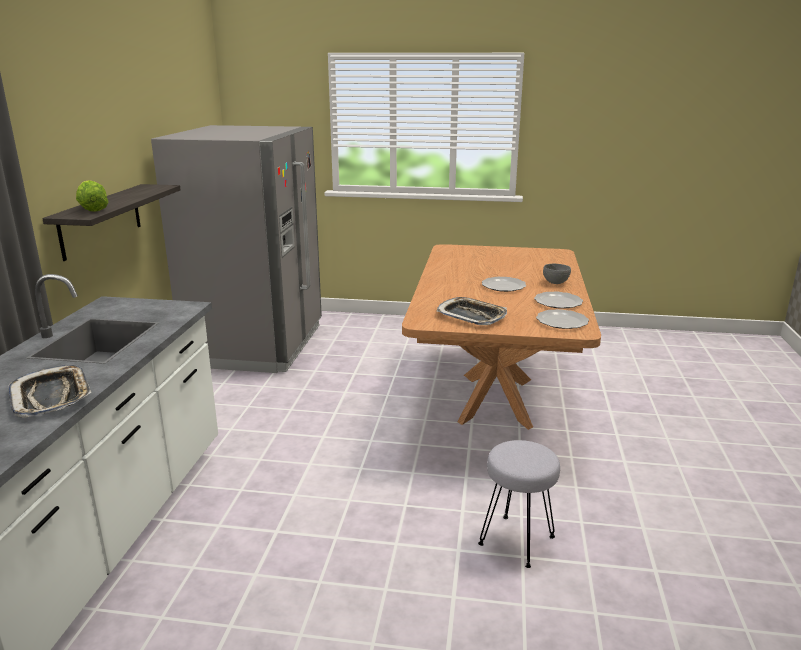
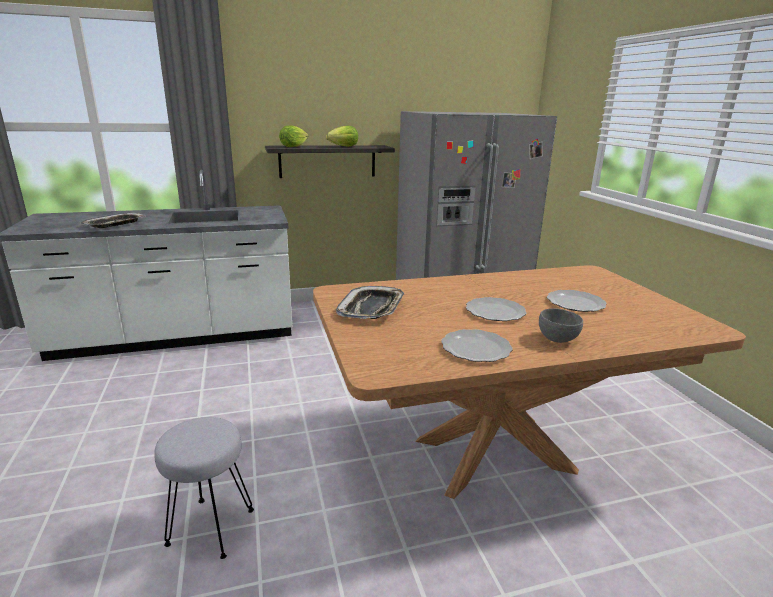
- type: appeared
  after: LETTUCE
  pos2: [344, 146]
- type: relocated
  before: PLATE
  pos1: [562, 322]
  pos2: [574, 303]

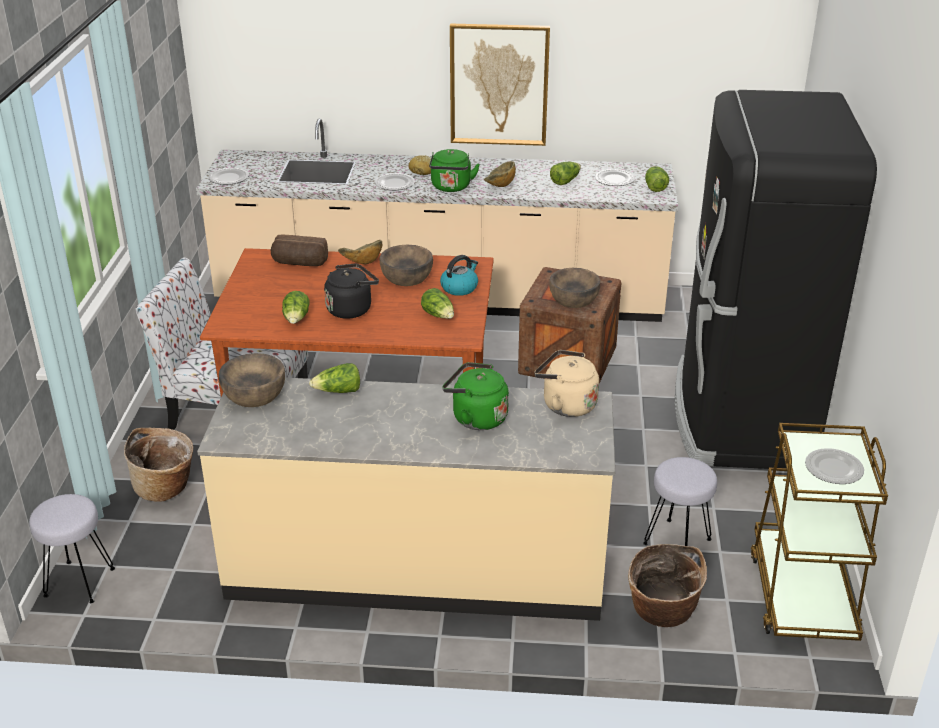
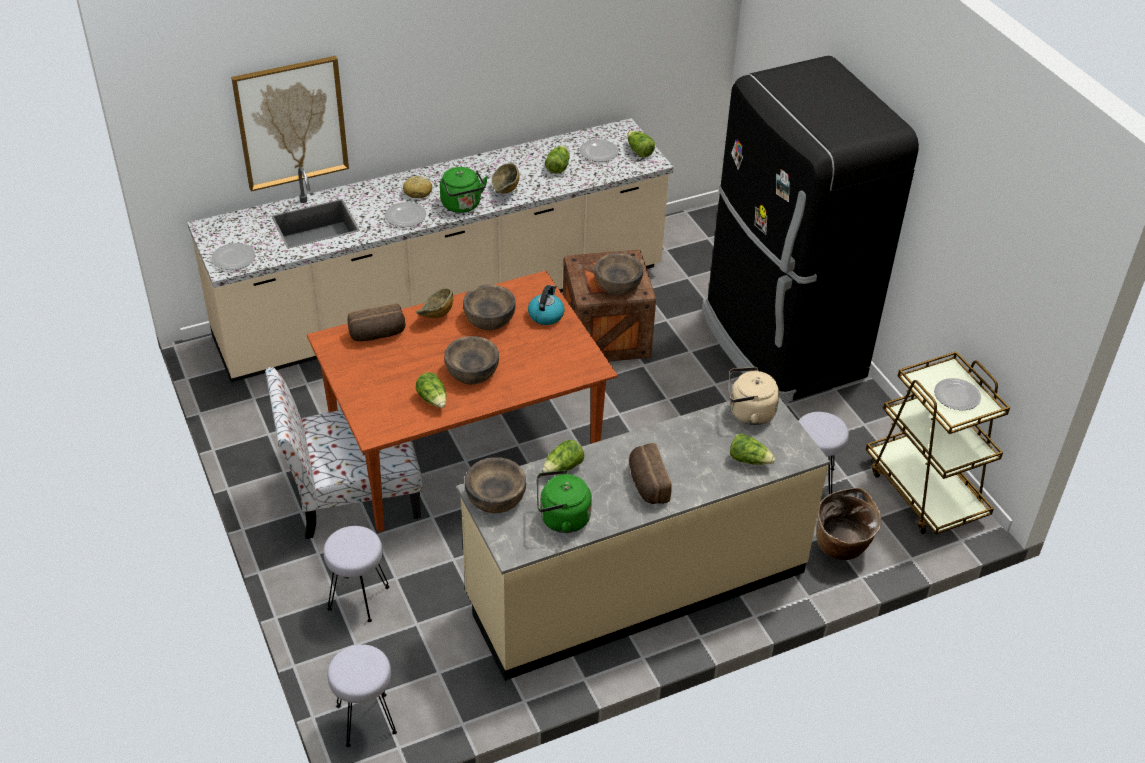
- type: relocated
  before: PICTURE
  pos1: [499, 85]
  pos2: [291, 123]
- type: exchanged
  before: BASKET
  after: GREY STOOL
  pos1: [165, 487]
  pos2: [359, 599]
- type: exchanged
  before: BLACK KETTLE
  after: BROWN BOWL
  pos1: [351, 309]
  pos2: [472, 371]
- type: relocated
  before: GREEN KETTLE
  pos1: [476, 418]
  pos2: [561, 519]
- type: appeared
  after: BREAD
  pos2: [646, 484]
- type: relocated
  before: LETTUCE
  pos1: [439, 315]
  pos2: [749, 459]

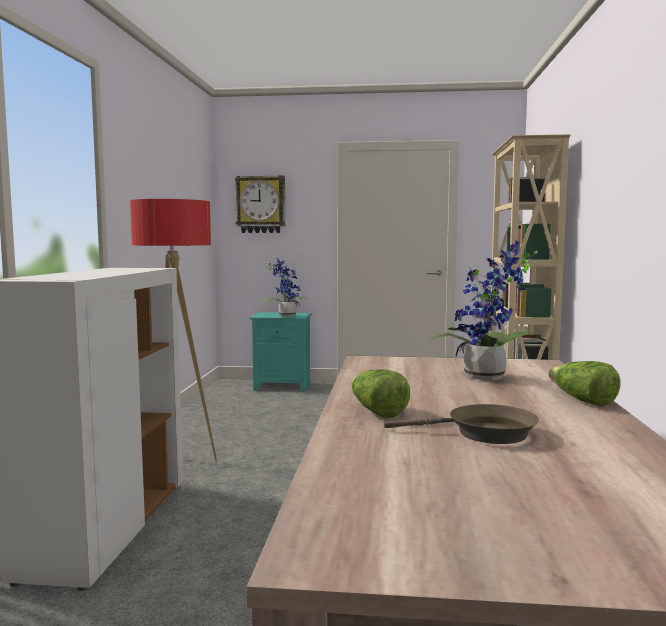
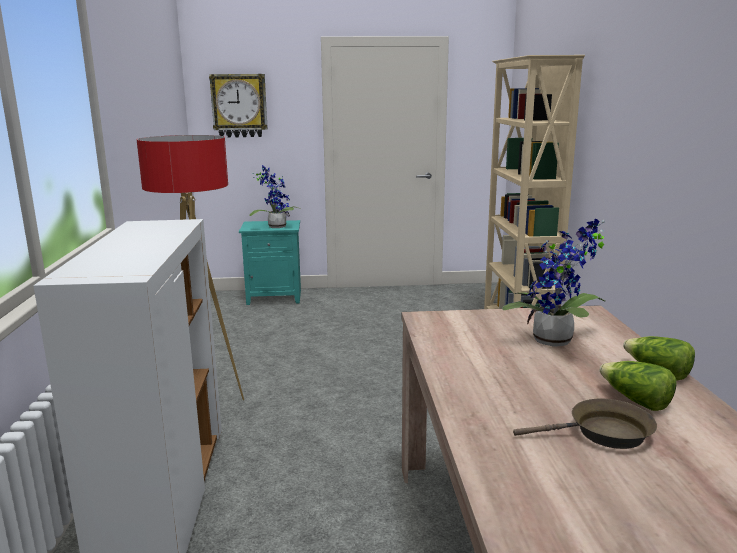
- type: relocated
  before: LETTUCE
  pos1: [376, 411]
  pos2: [635, 401]

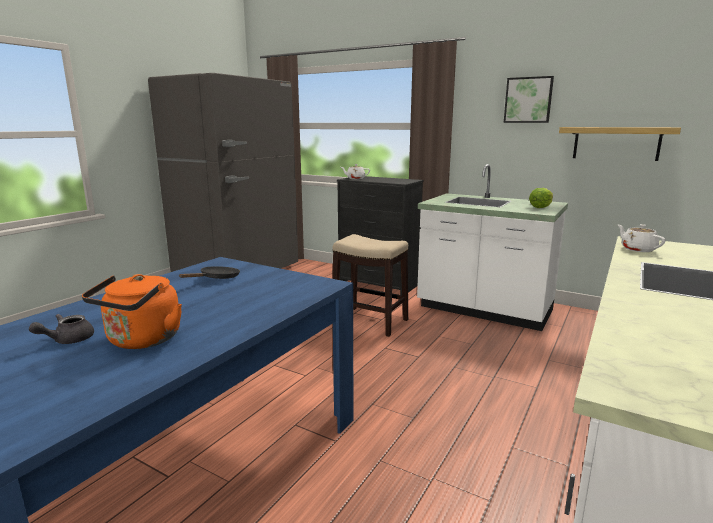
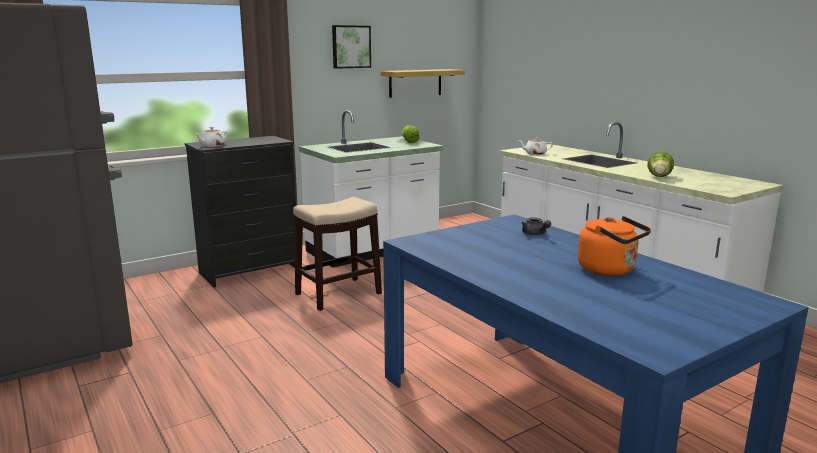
- type: relocated
  before: GREY TEAPOT
  pos1: [67, 340]
  pos2: [535, 234]
- type: appeared
  after: LETTUCE
  pos2: [659, 177]
- type: missing
  before: BLACK FRYING PAN
  pos1: [217, 279]

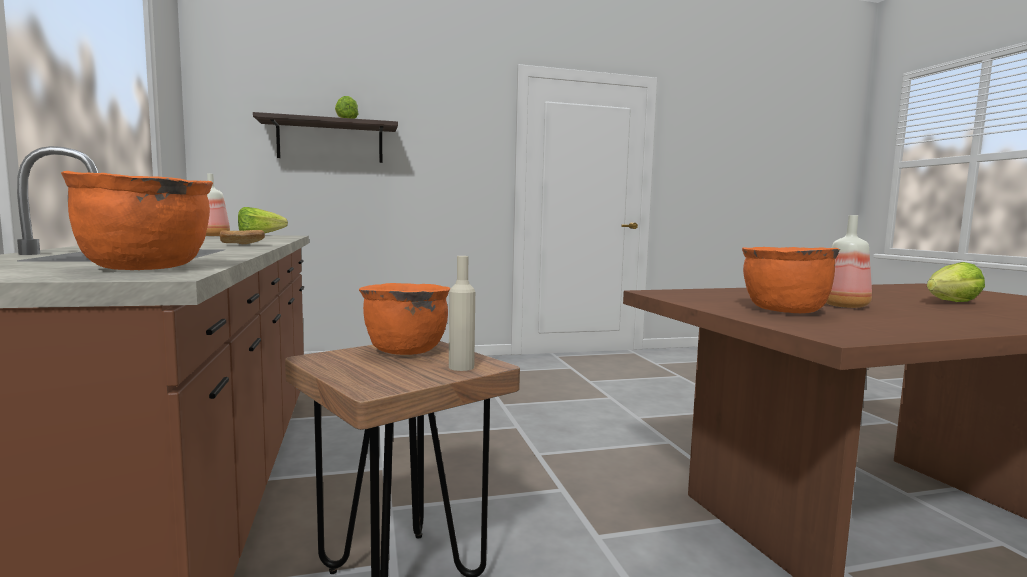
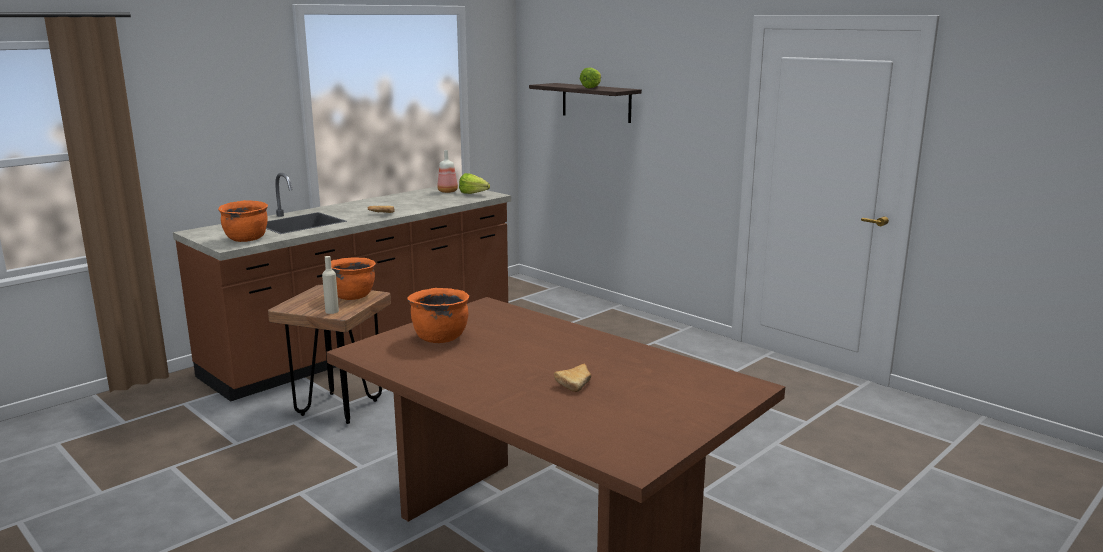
- type: exchanged
  before: LETTUCE
  after: BREAD
  pos1: [945, 303]
  pos2: [576, 383]
- type: missing
  before: BOTTLE
  pos1: [846, 306]

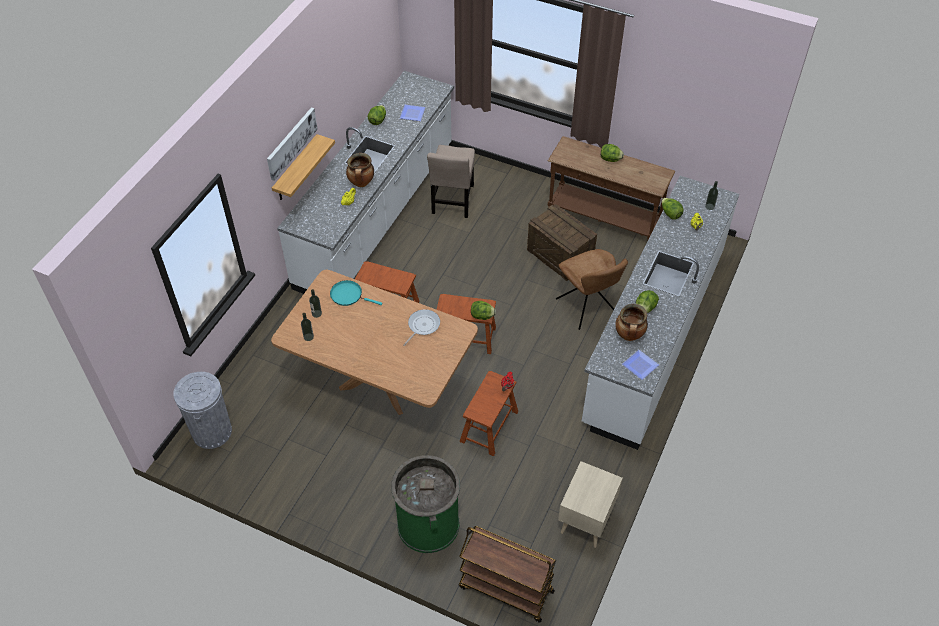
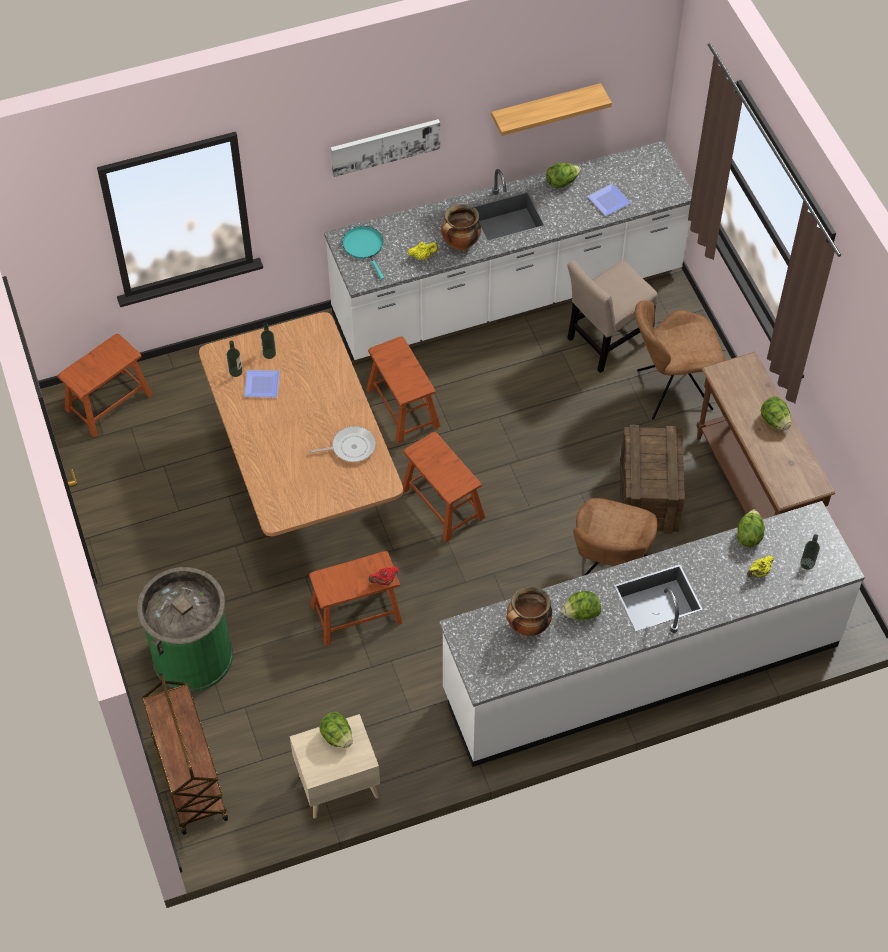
- type: exchanged
  before: GREY TRASH CAN
  after: BROWN STOOL
  pos1: [212, 431]
  pos2: [108, 402]
- type: relocated
  before: PLATE
  pos1: [638, 365]
  pos2: [261, 384]
- type: relocated
  before: LETTUCE
  pos1: [482, 316]
  pos2: [337, 736]
- type: relocated
  before: TURQUOISE FRYING PAN
  pos1: [348, 295]
  pos2: [364, 247]
- type: relocated
  before: SHELF
  pos1: [296, 169]
  pos2: [545, 109]
- type: appeared
  after: BROWN CHAIR
  pos2: [671, 390]

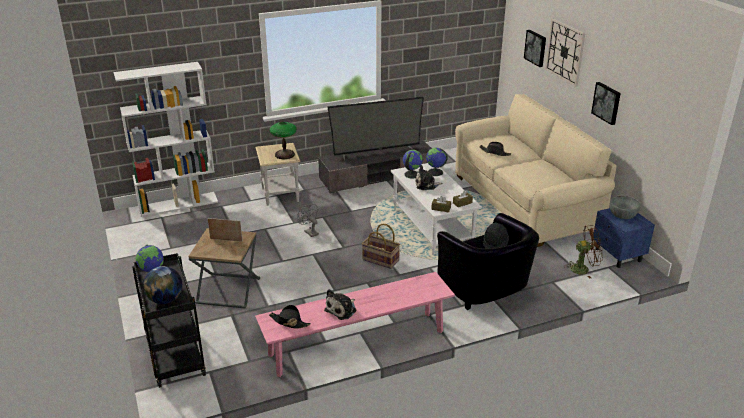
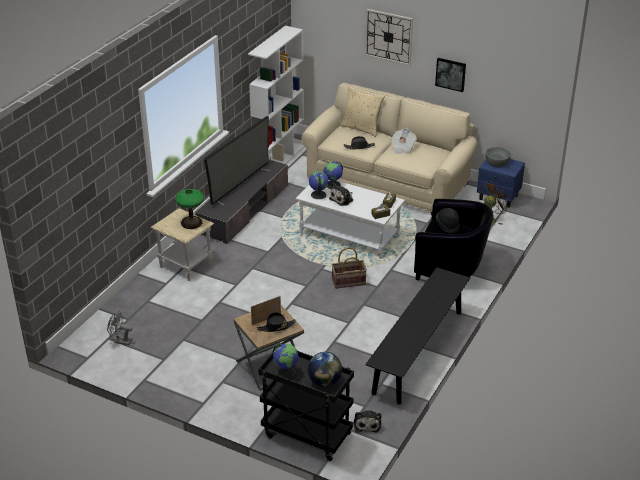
- type: relocated
  before: GREY FAN
  pos1: [309, 232]
  pos2: [120, 341]
- type: relocated
  before: WHITE BOOKCASE
  pos1: [178, 204]
  pos2: [278, 159]
- type: relocated
  before: BLACK HAT
  pos1: [289, 322]
  pos2: [276, 327]
- type: appeared
  after: BEIGE PILLOW
  pos2: [361, 128]
- type: relocated
  before: PLUSH TOY
  pos1: [342, 310]
  pos2: [367, 424]
- type: colour
  before: PINK BENCH
  after: BLACK BENCH
  pos1: [357, 343]
  pos2: [418, 351]
- type: appeared
  after: NEWSPAPER
  pos2: [402, 148]
- type: missing
  before: PICTURE
  pos1: [536, 48]

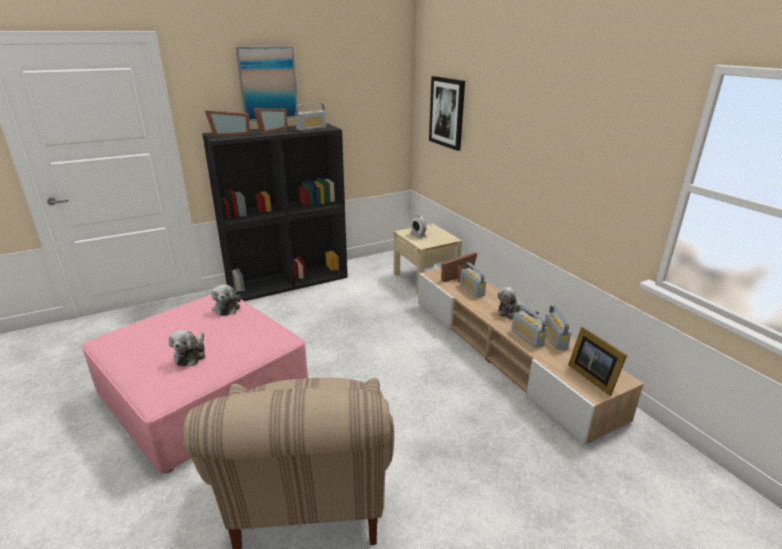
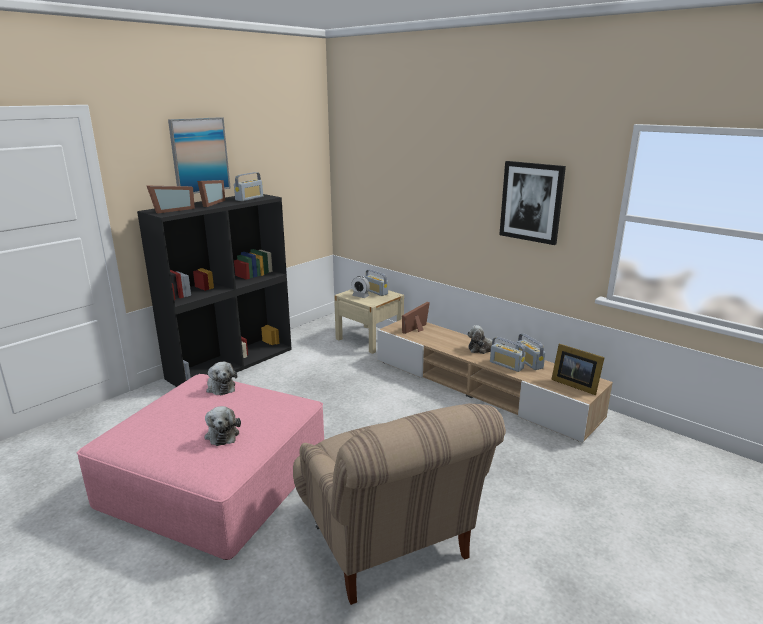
- type: relocated
  before: RADIO
  pos1: [472, 290]
  pos2: [376, 292]
- type: relocated
  before: PICTURE
  pos1: [447, 112]
  pos2: [531, 202]

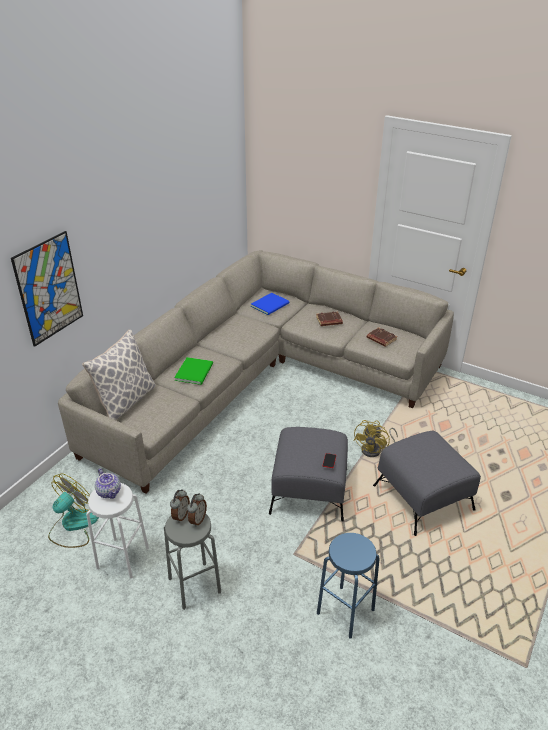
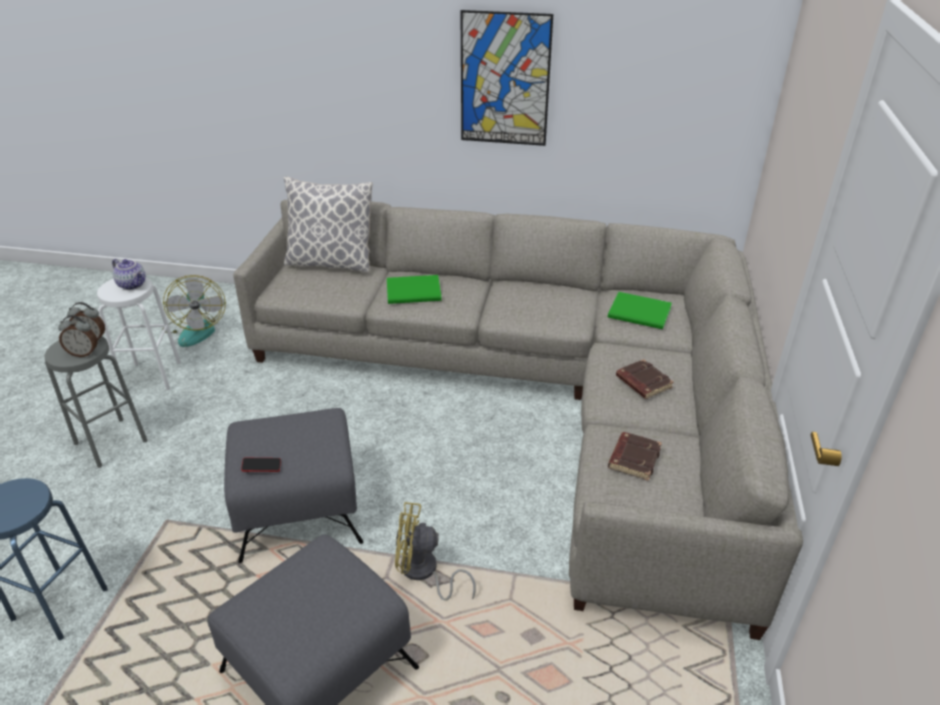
- type: spun
  before: TEAPOT
  pos1: [109, 492]
  pos2: [133, 284]
  turn: -90
- type: spun
  before: FAN
  pos1: [73, 526]
  pos2: [196, 329]
  turn: 60
- type: relocated
  before: PICTURE
  pos1: [49, 289]
  pos2: [505, 80]
- type: colour
  before: BLUE BOOK
  after: GREEN BOOK
  pos1: [271, 305]
  pos2: [641, 313]

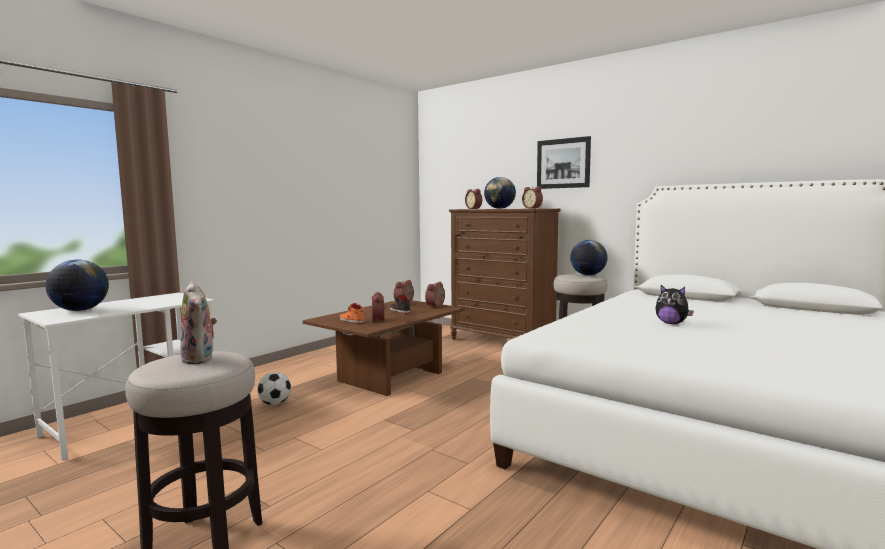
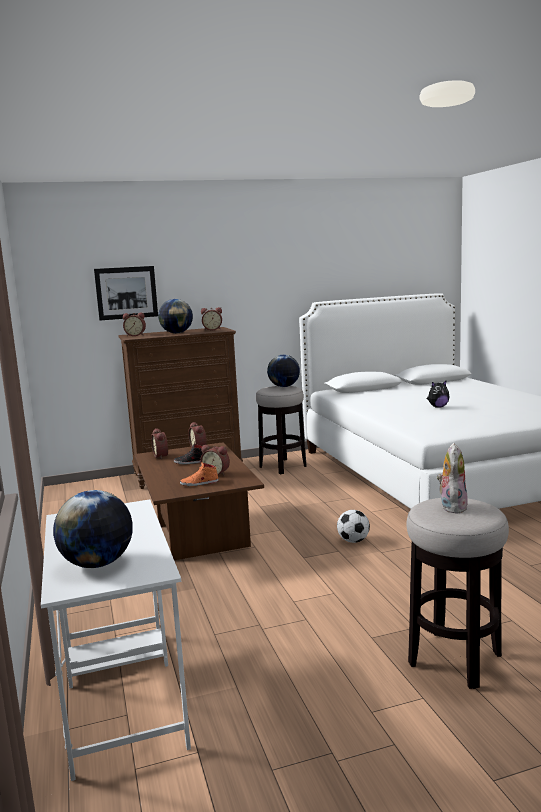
- type: relocated
  before: PICTURE
  pos1: [563, 163]
  pos2: [126, 293]
- type: relocated
  before: FOOTBALL
  pos1: [275, 403]
  pos2: [353, 541]
- type: spun
  before: PLUSH TOY
  pos1: [200, 359]
  pos2: [451, 507]
  turn: -75

